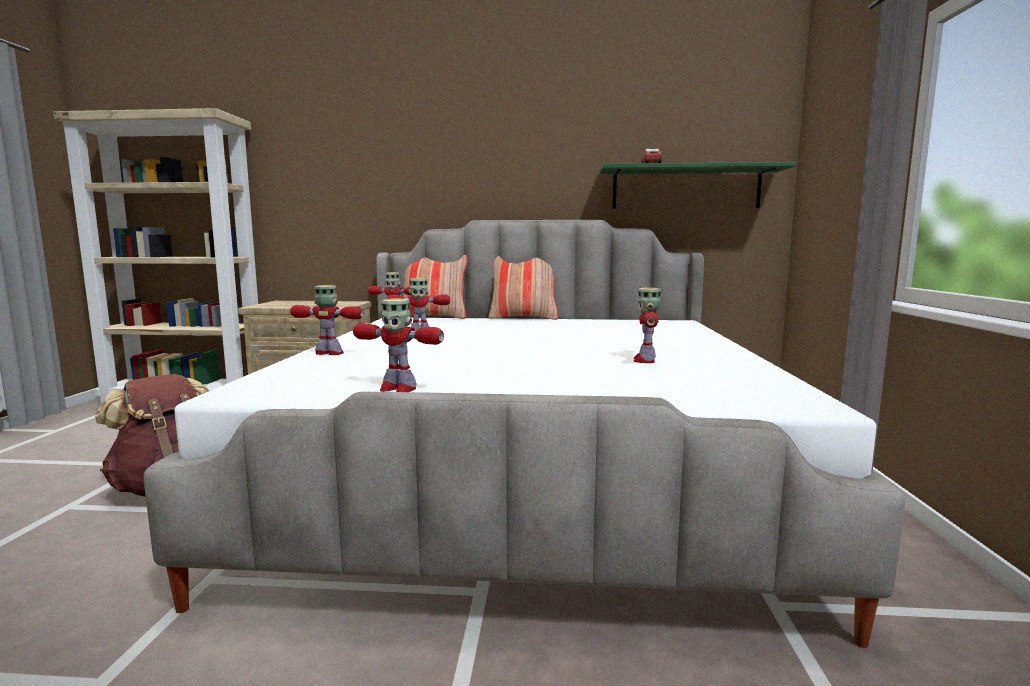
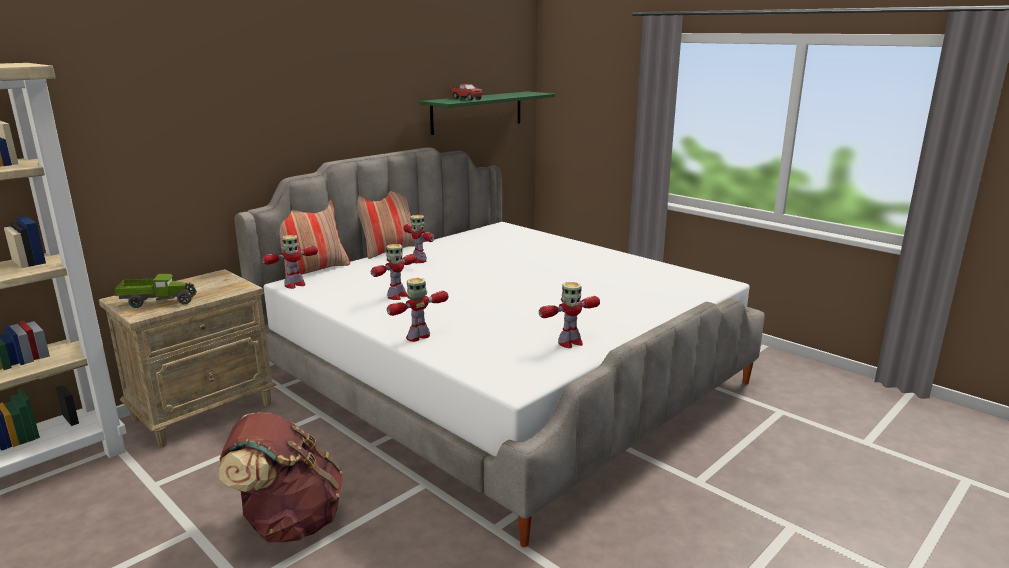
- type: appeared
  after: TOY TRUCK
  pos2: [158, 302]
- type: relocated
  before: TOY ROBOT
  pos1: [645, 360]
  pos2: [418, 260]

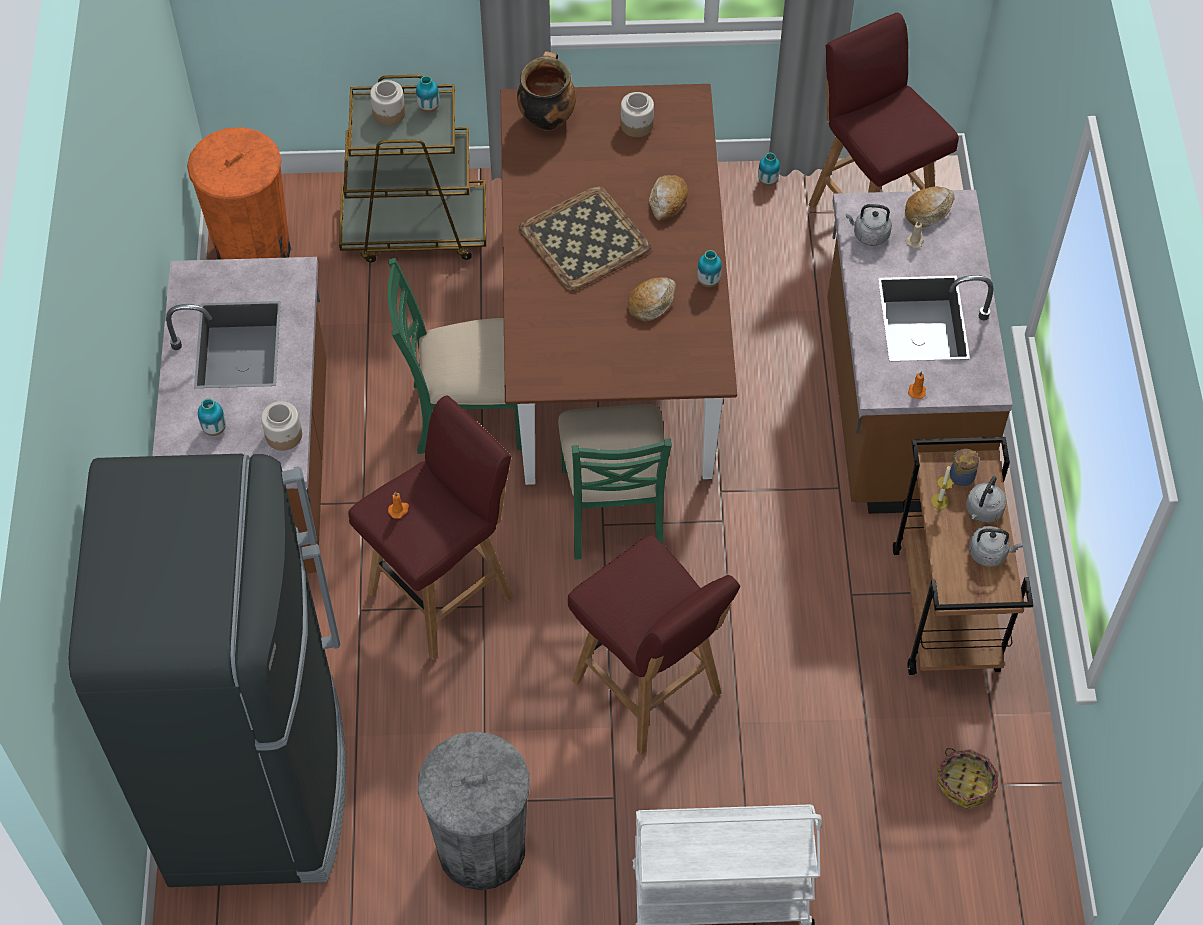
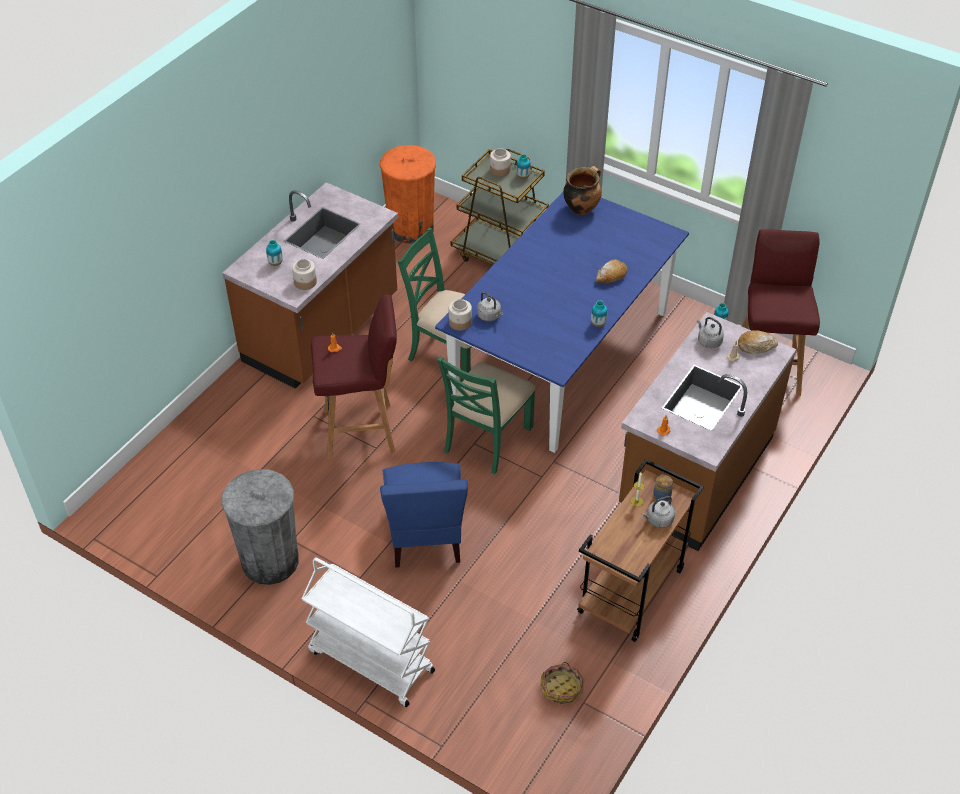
- type: exchanged
  before: RED STOOL
  after: BLUE CHAIR
  pos1: [648, 690]
  pos2: [425, 536]
- type: colour
  before: BROWN DINING TABLE
  after: BLUE DINING TABLE
  pos1: [610, 336]
  pos2: [561, 356]
- type: relocated
  before: JAR
  pos1: [637, 125]
  pos2: [460, 322]
- type: relocated
  before: GREY KETTLE
  pos1: [990, 553]
  pos2: [490, 316]
- type: missing
  before: BLACK FRIDGE
  pos1: [258, 784]
- type: missing
  before: TRAY
  pos1: [584, 240]
- type: missing
  before: BREAD
  pos1: [652, 302]

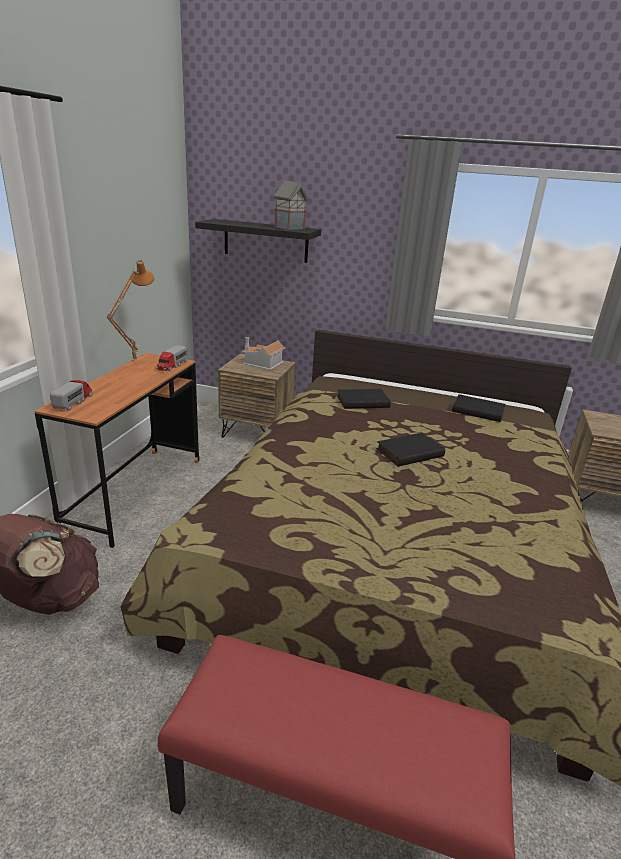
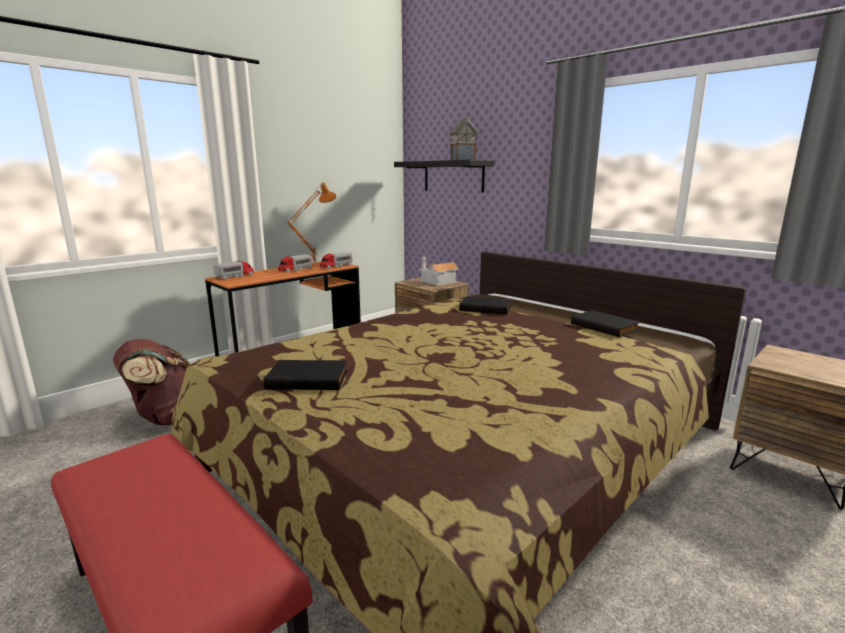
- type: relocated
  before: BLACK BOOK
  pos1: [409, 452]
  pos2: [309, 378]
- type: appeared
  after: TOY TRUCK
  pos2: [295, 270]

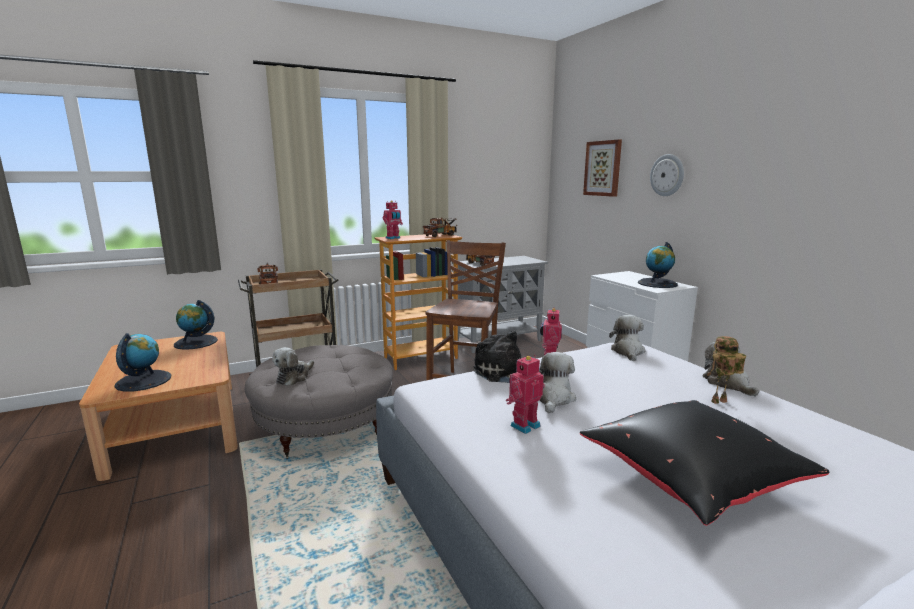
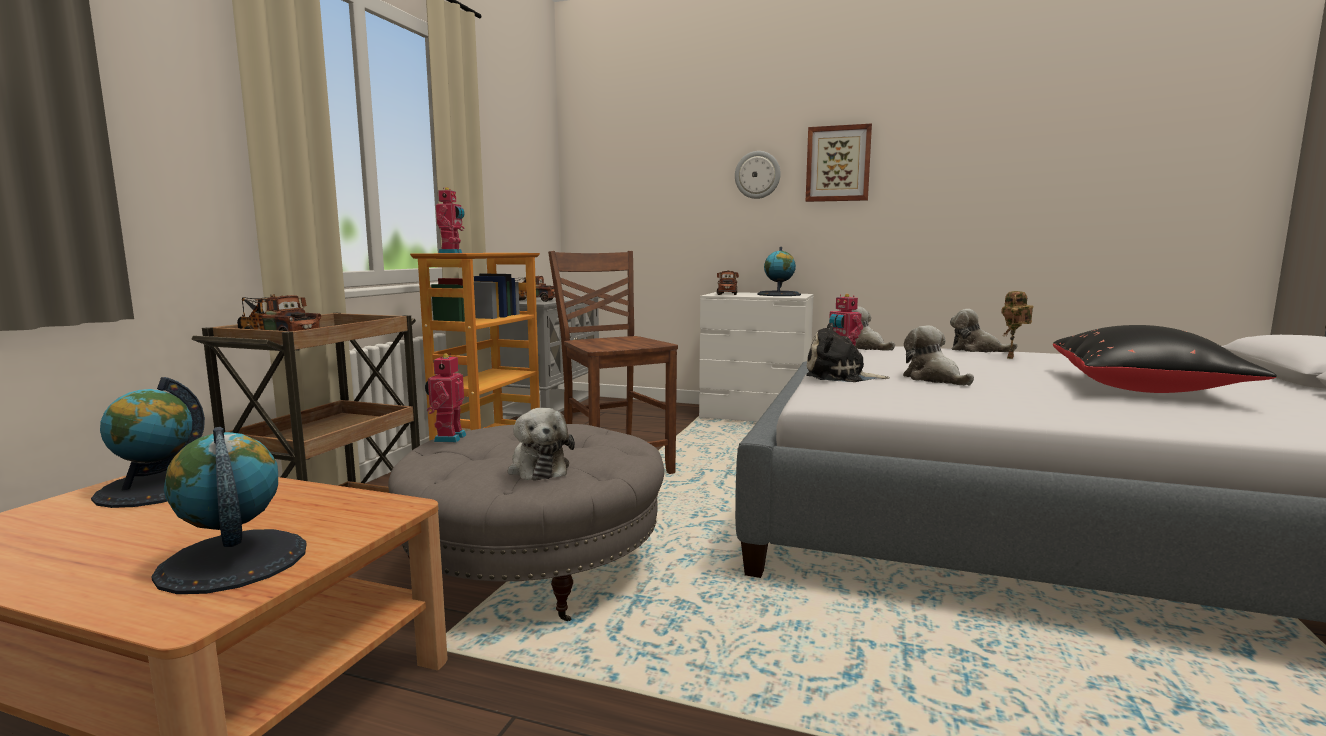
- type: relocated
  before: TOY ROBOT
  pos1: [523, 425]
  pos2: [448, 438]
- type: relocated
  before: TOY TRUCK
  pos1: [442, 235]
  pos2: [727, 293]
- type: relocated
  before: PICTURE
  pos1: [603, 168]
  pos2: [838, 164]

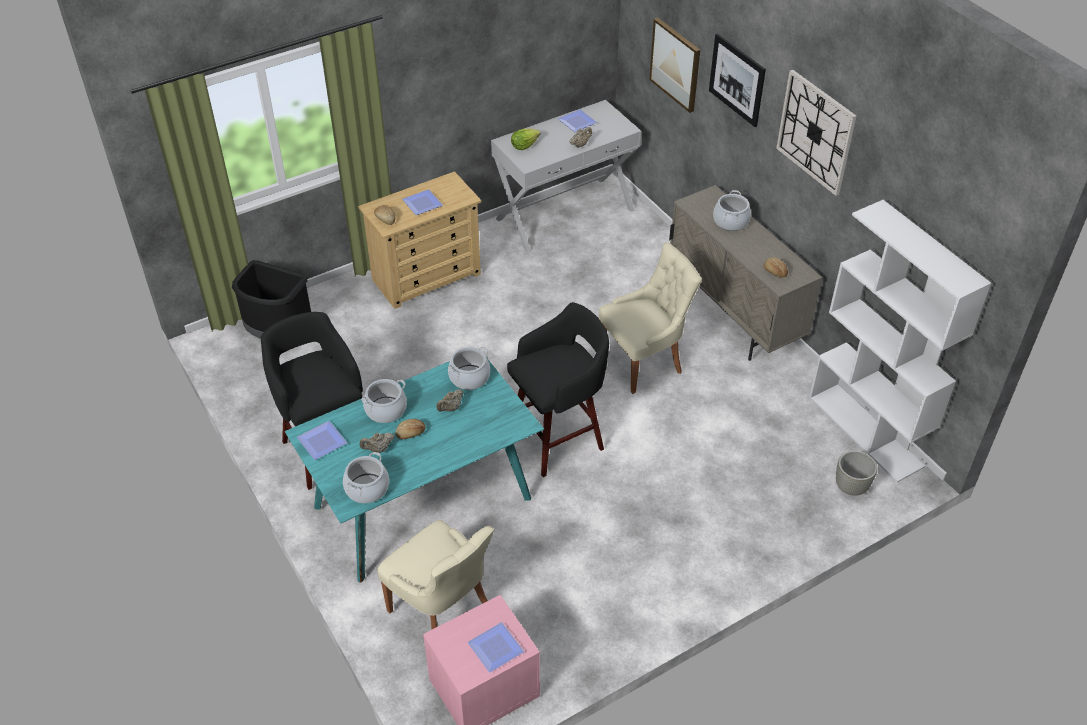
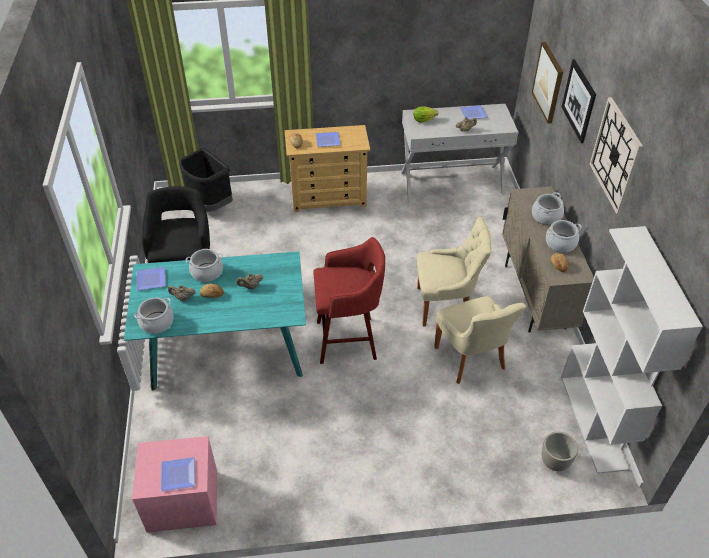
- type: colour
  before: BLACK STOOL
  after: RED STOOL
  pos1: [559, 439]
  pos2: [348, 340]
- type: relocated
  before: BEIGE CHAIR
  pos1: [442, 610]
  pos2: [471, 359]
- type: relocated
  before: COOKING POT
  pos1: [469, 377]
  pos2: [560, 243]

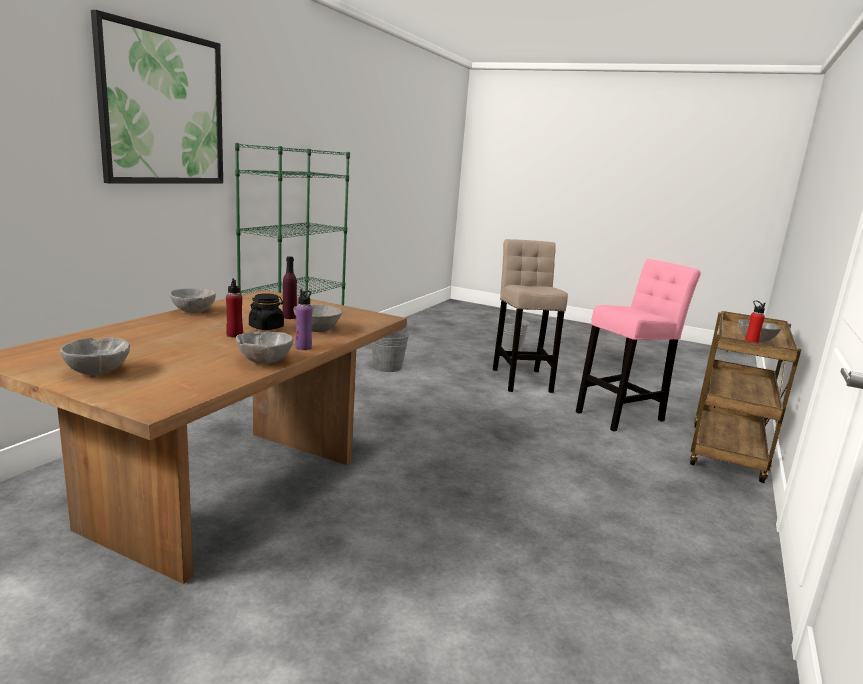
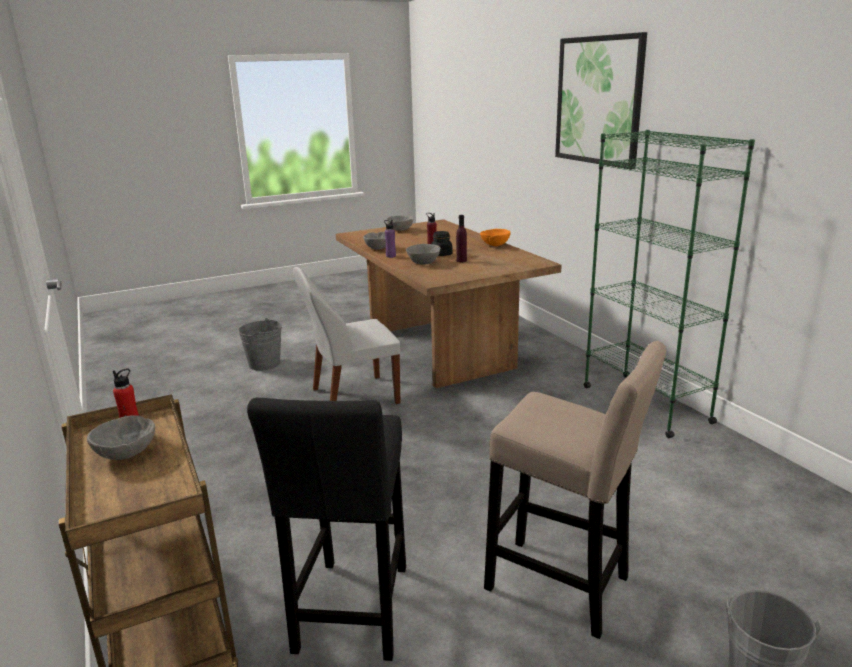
- type: relocated
  before: GREY BUCKET
  pos1: [387, 367]
  pos2: [264, 364]
- type: colour
  before: PINK STOOL
  after: BLACK STOOL
  pos1: [622, 415]
  pos2: [352, 614]
- type: appeared
  after: WHITE CHAIR
  pos2: [352, 397]
- type: colour
  before: GREY BOWL
  after: ORANGE BOWL
  pos1: [194, 312]
  pos2: [495, 245]

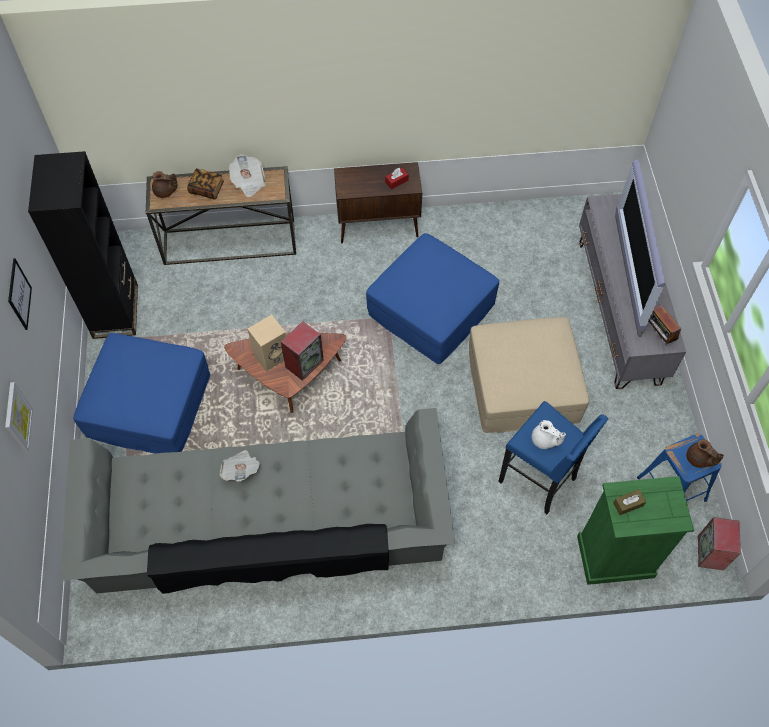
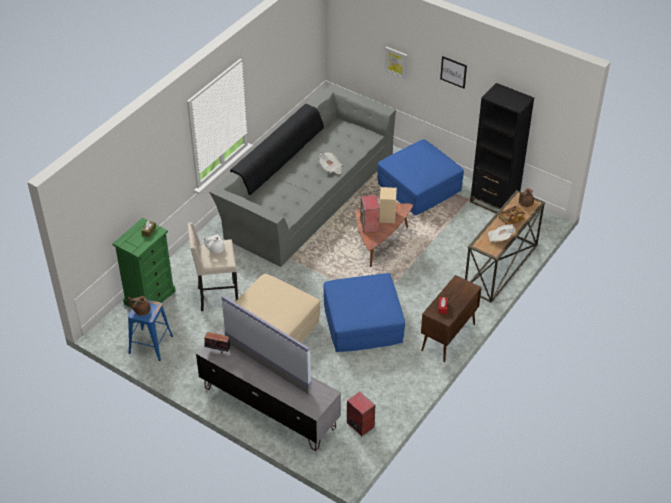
- type: colour
  before: BLUE STOOL
  after: BEIGE STOOL
  pos1: [539, 480]
  pos2: [217, 297]
- type: relocated
  before: SPEAKER
  pos1: [711, 553]
  pos2: [360, 424]

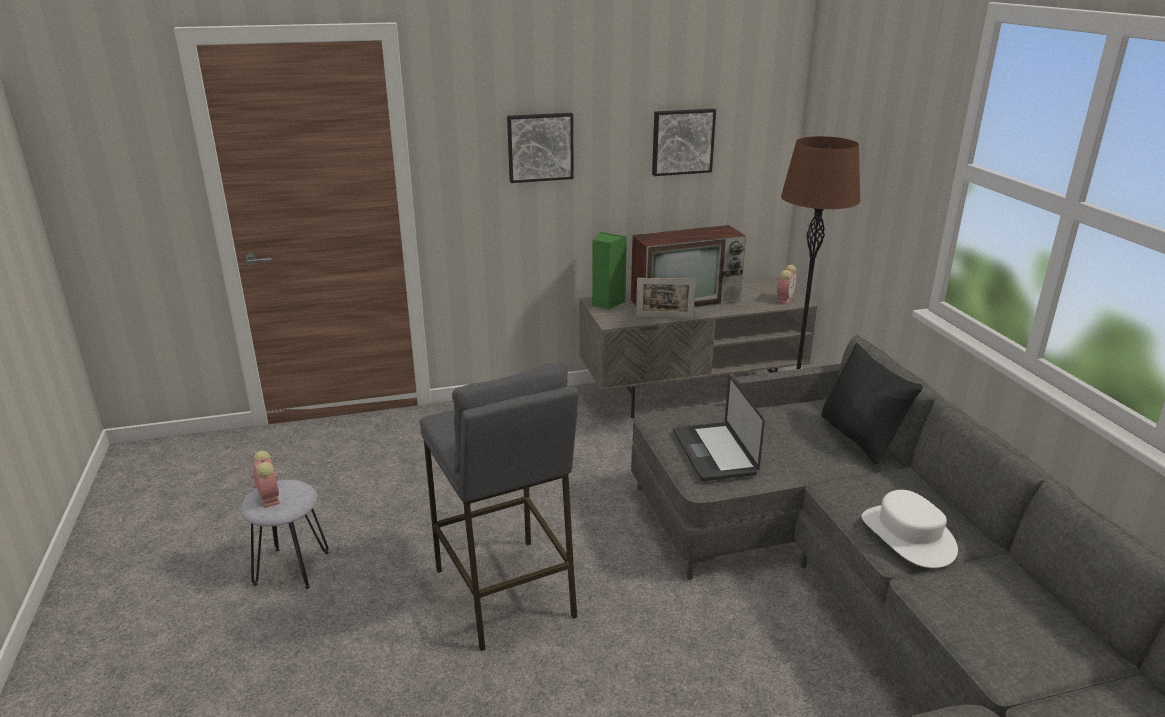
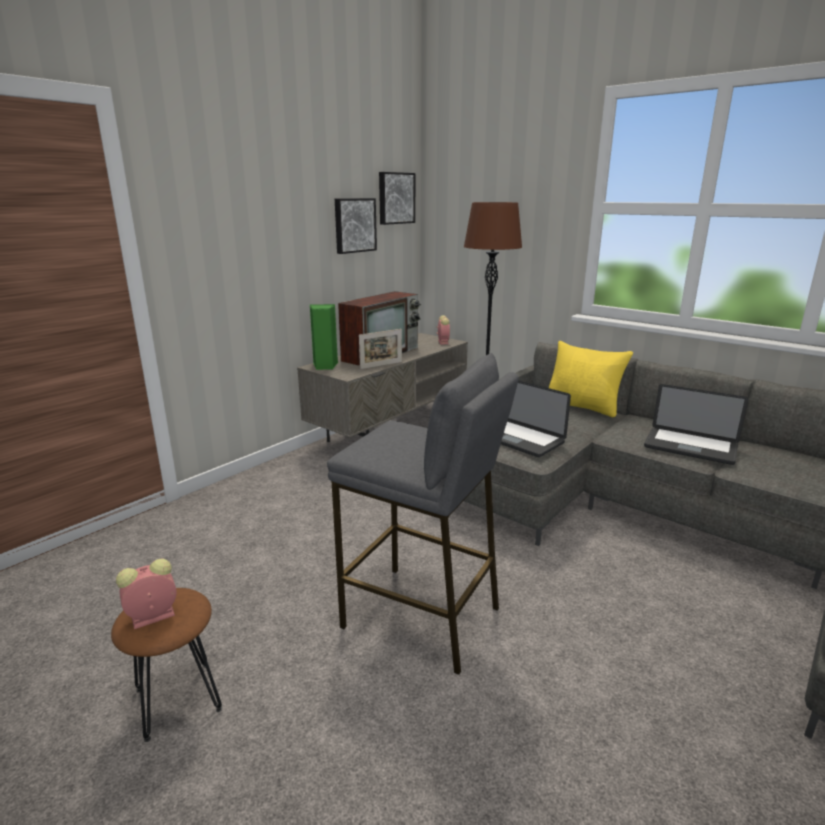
- type: colour
  before: GREY STOOL
  after: BROWN STOOL
  pos1: [292, 568]
  pos2: [179, 699]
- type: spun
  before: ALARM CLOCK
  pos1: [269, 497]
  pos2: [151, 617]
  turn: -60
- type: relocated
  before: PICTURE
  pos1: [540, 147]
  pos2: [395, 198]
- type: colour
  before: BLACK PILLOW
  after: YELLOW PILLOW
  pos1: [860, 438]
  pos2: [583, 407]
- type: exchanged
  before: WHITE HAT
  after: LAPTOP
  pos1: [908, 536]
  pos2: [690, 447]

